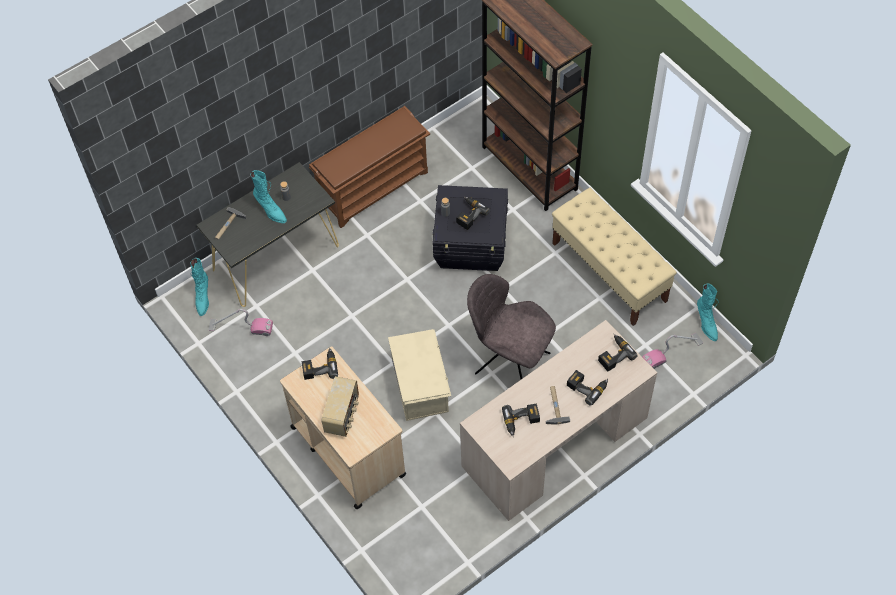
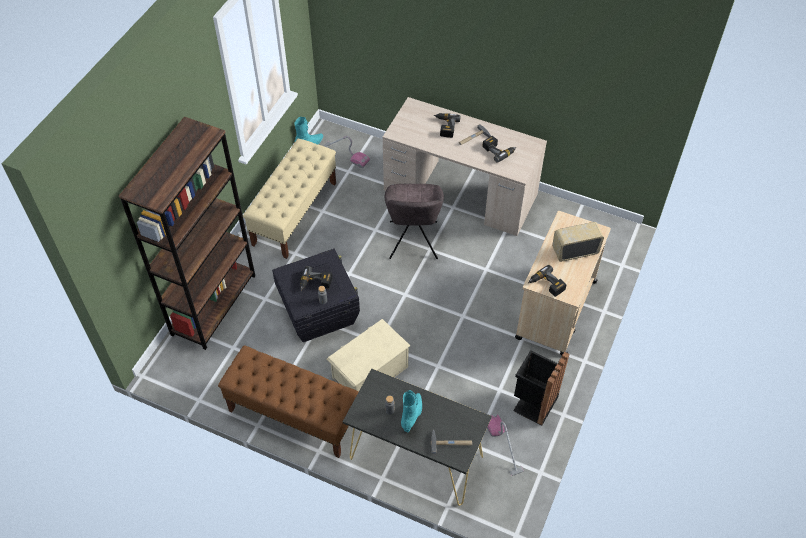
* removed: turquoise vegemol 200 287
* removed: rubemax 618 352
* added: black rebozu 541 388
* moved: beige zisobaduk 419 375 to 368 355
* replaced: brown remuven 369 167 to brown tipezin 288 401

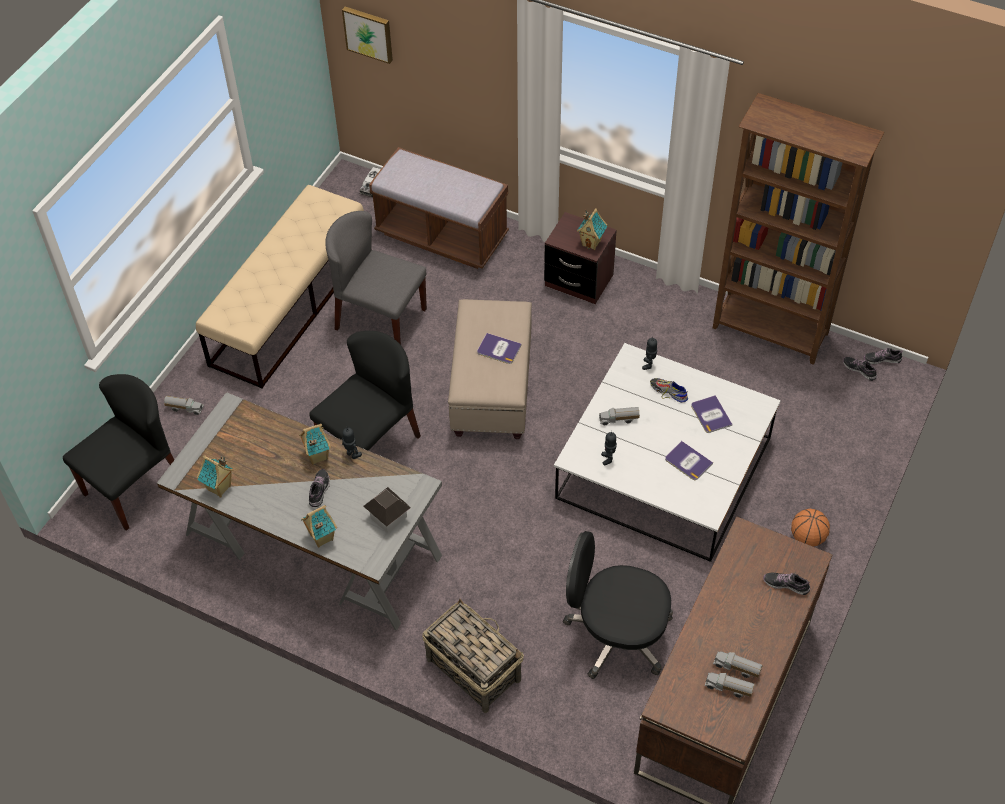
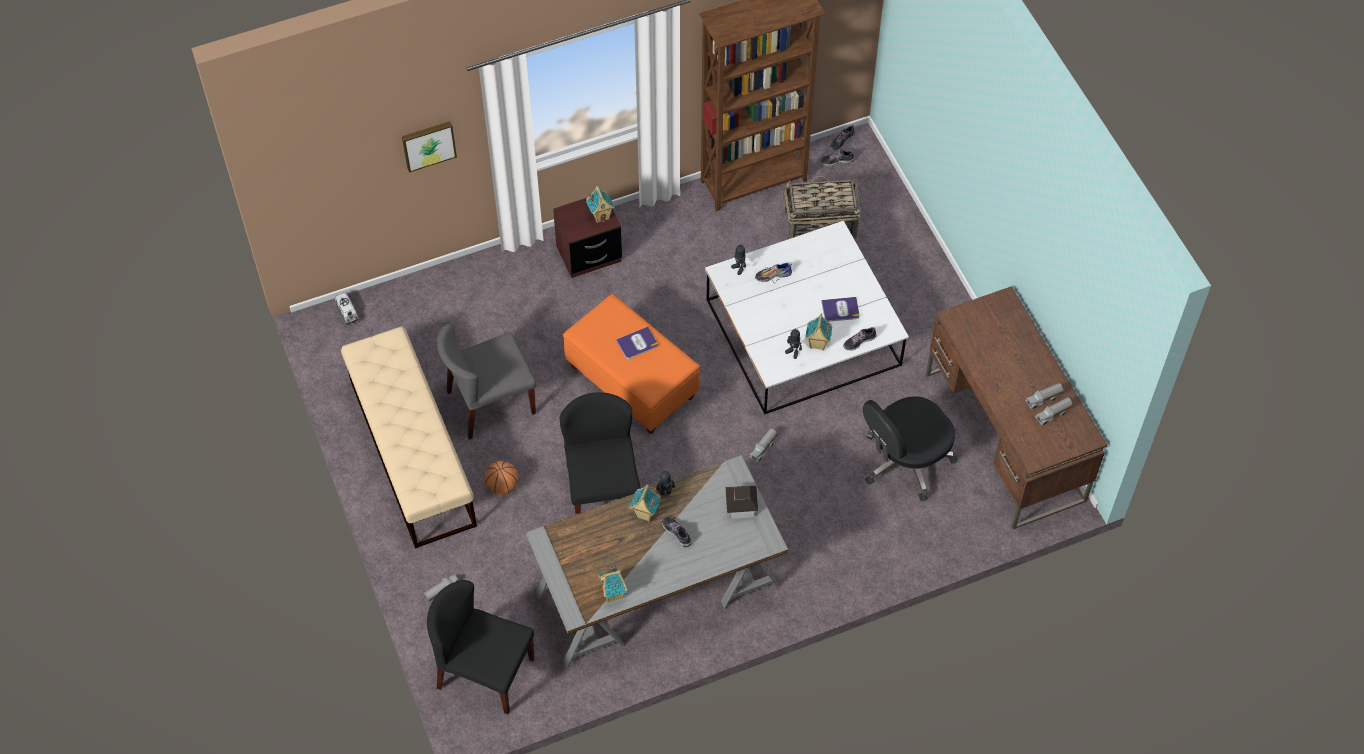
* removed: brown tipezin 439 208
* removed: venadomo 711 414
* moved: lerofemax 319 526 to 819 332
* moved: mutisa 367 35 to 429 147
* moved: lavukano 473 656 to 822 207
* moved: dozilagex 619 416 to 763 445
* moved: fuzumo 786 584 to 859 339
* moved: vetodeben 810 527 to 501 478
* recoloured: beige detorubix 490 369 to orange detorubix 631 363
* turned: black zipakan 118 452 = 480 647 60 degrees counterclockwise

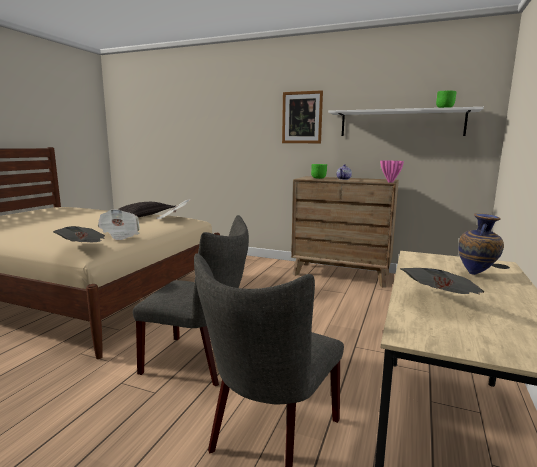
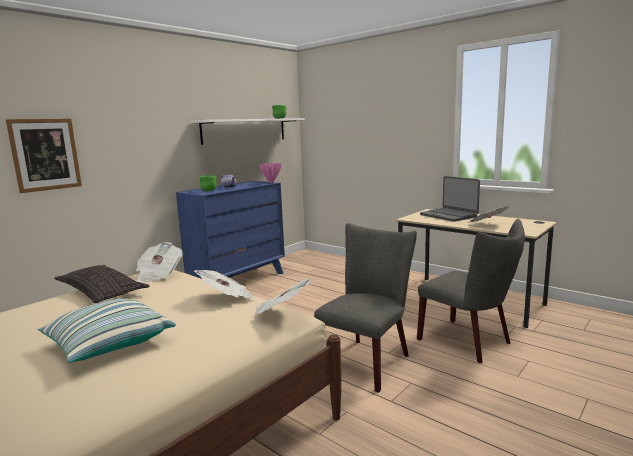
* added: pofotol 107 331
* moved: mutisa 302 116 to 44 156
* replaced: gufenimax 481 244 to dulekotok 450 199
* recoloured: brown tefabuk 345 232 to blue tefabuk 230 230

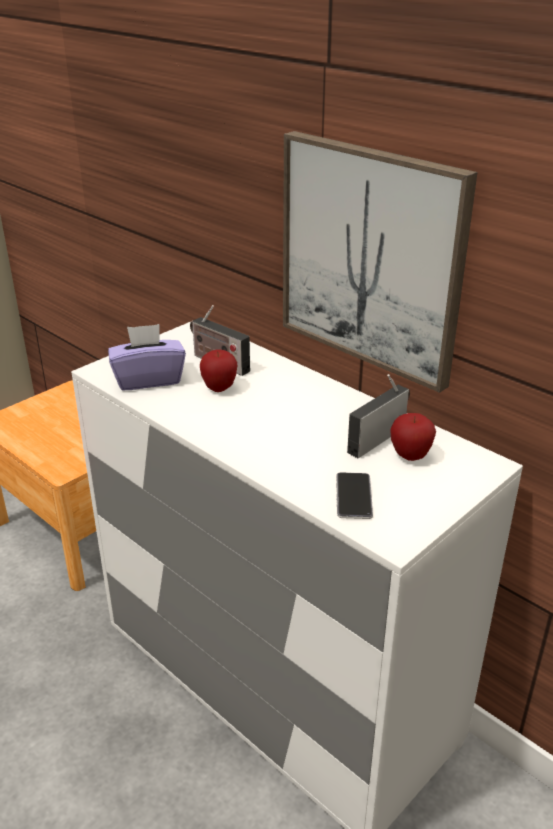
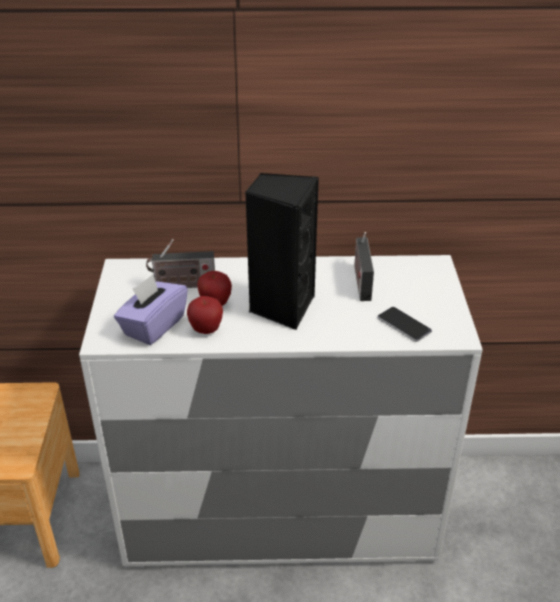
* removed: mutisa 380 262
* added: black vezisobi 282 251
* moved: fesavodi 413 437 to 205 315

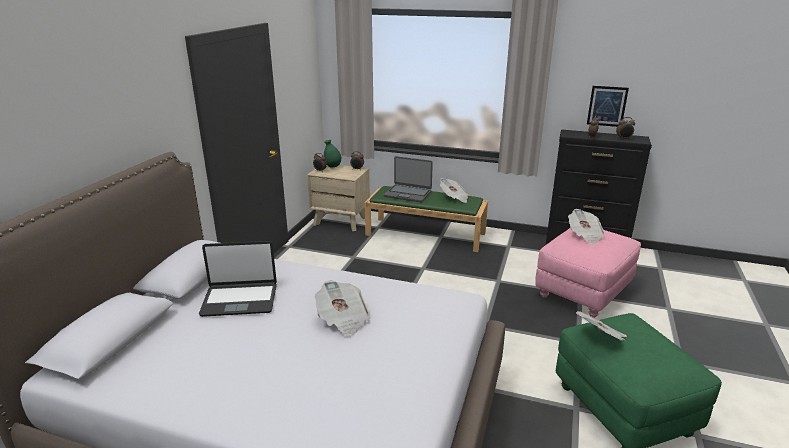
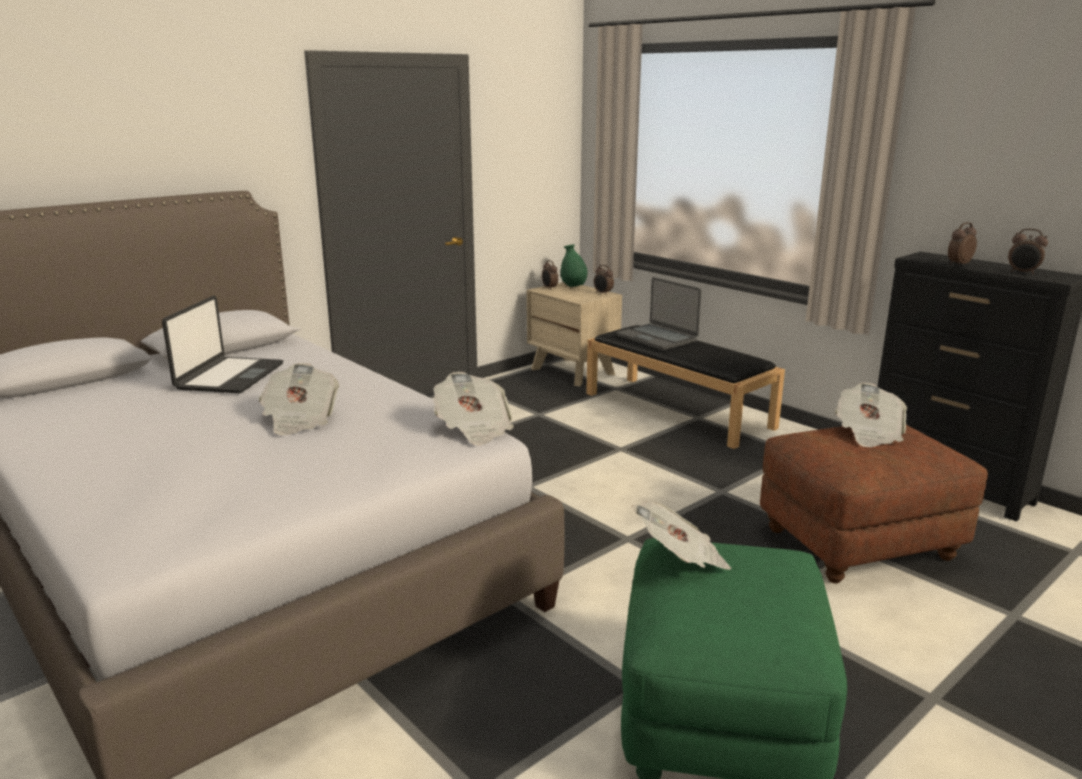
* removed: mutisa 608 106
* moved: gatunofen 454 190 to 473 409
* recoloured: green tipezin 426 219 to black tipezin 685 387
* recoloured: pink detorubix 588 273 to brown detorubix 874 504
* turned: dulekotok 238 279 = 222 344 105 degrees counterclockwise

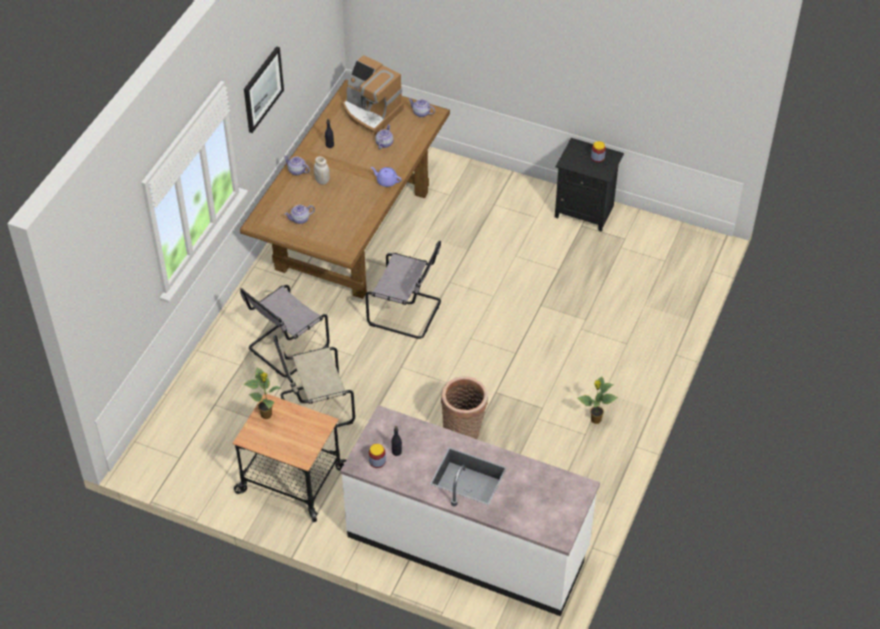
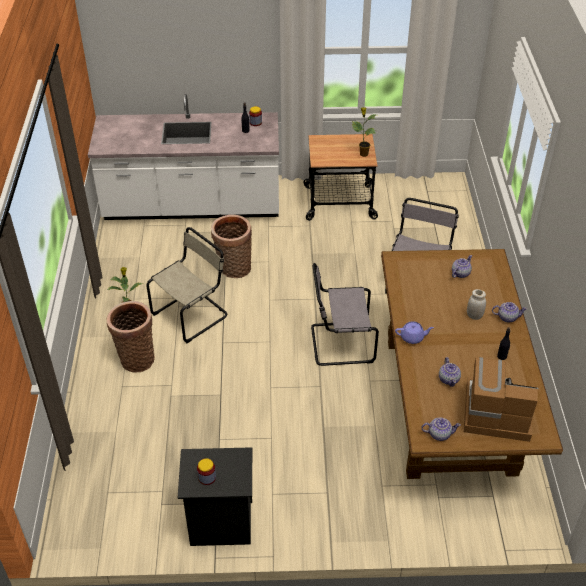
* removed: mutisa 264 89
* added: lavukano 131 337
* moved: beige zipakan 314 381 to 186 285

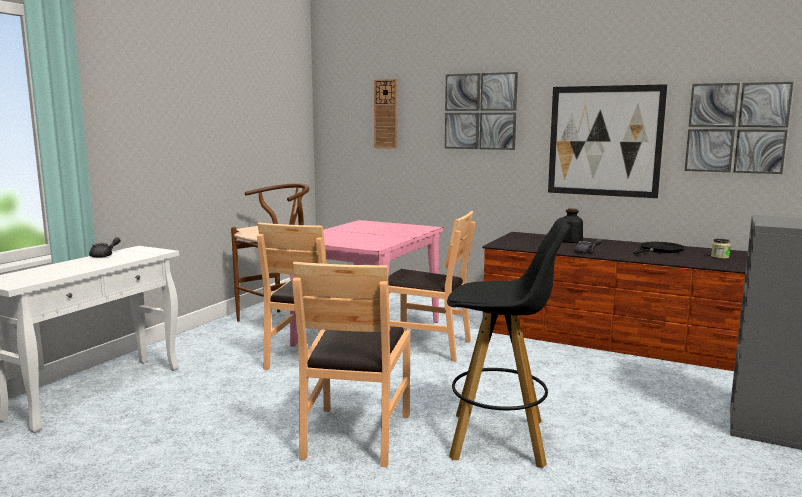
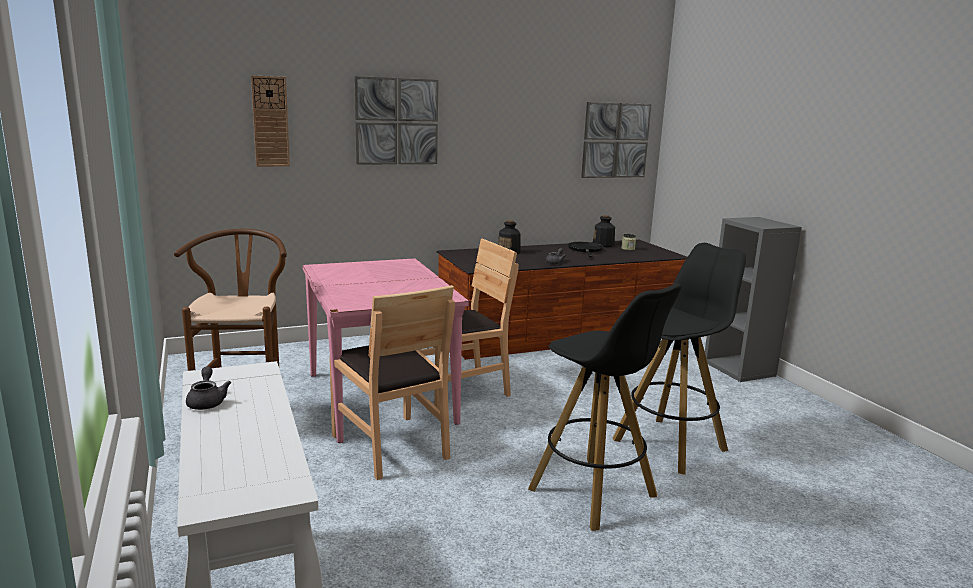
* removed: mutisa 607 141
* added: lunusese 604 231
* replaced: brown zipakan 351 364 to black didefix 605 407

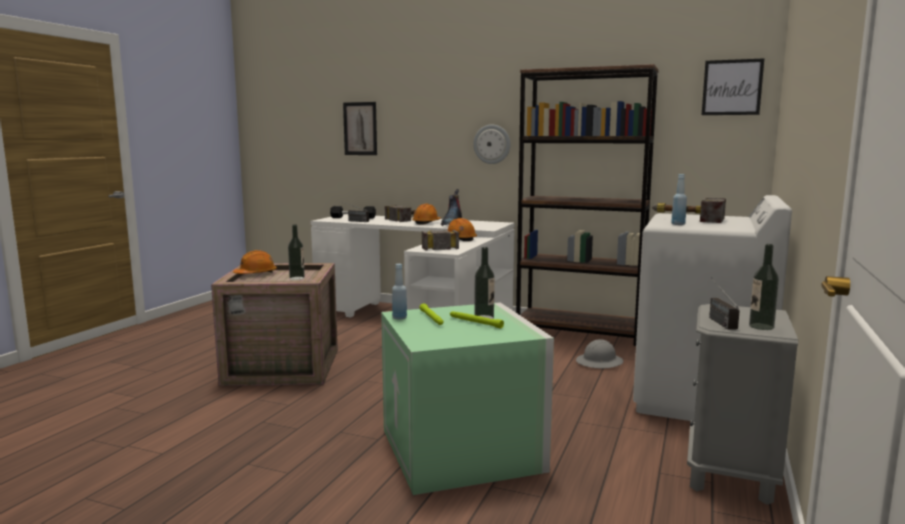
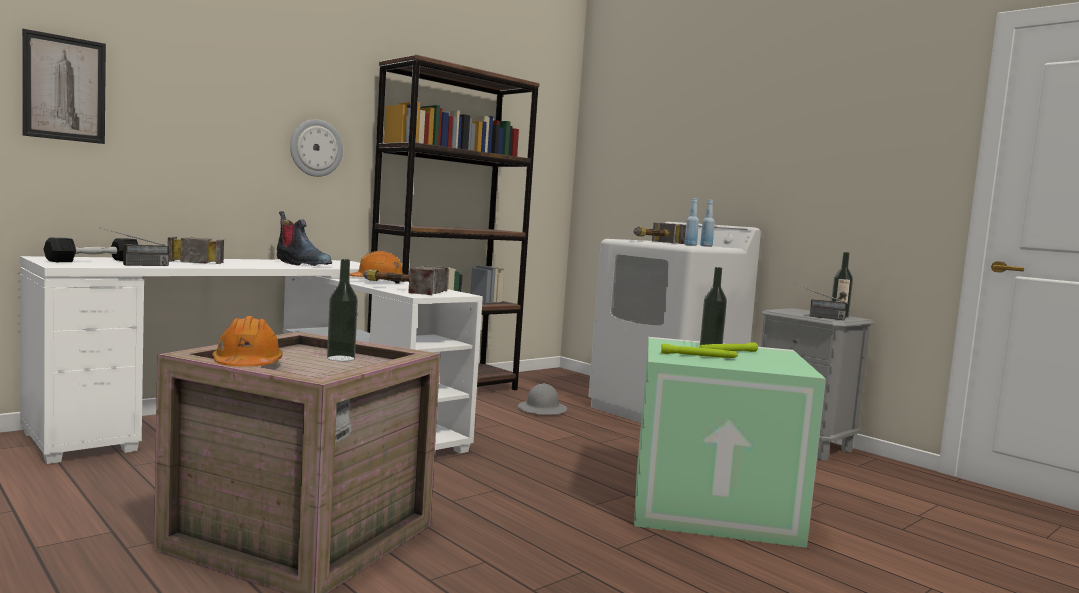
* removed: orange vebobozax 426 214
* removed: mutisa 733 86
* moved: blue lunusese 399 292 to 707 223

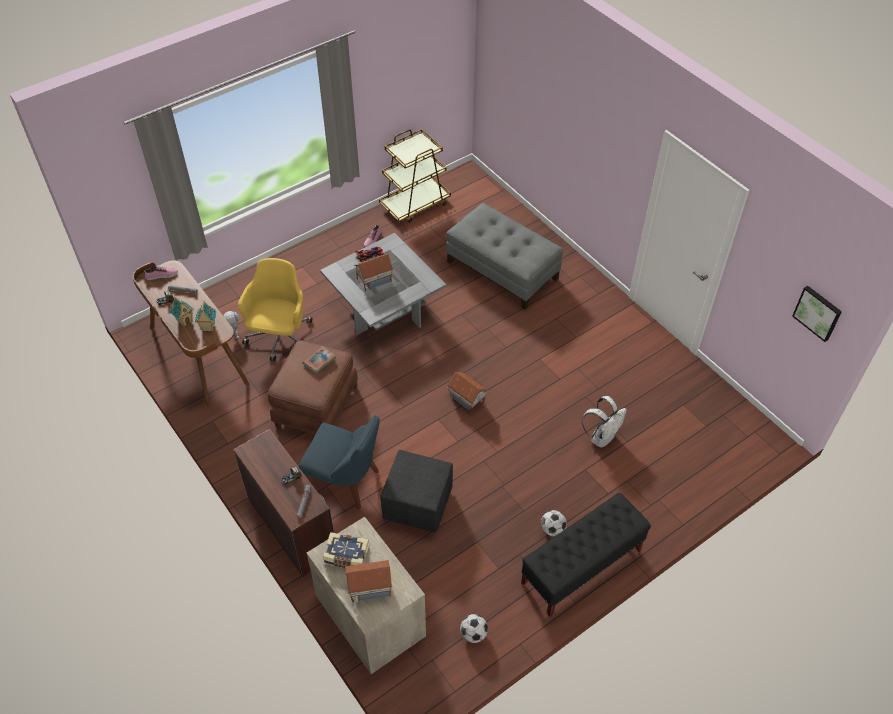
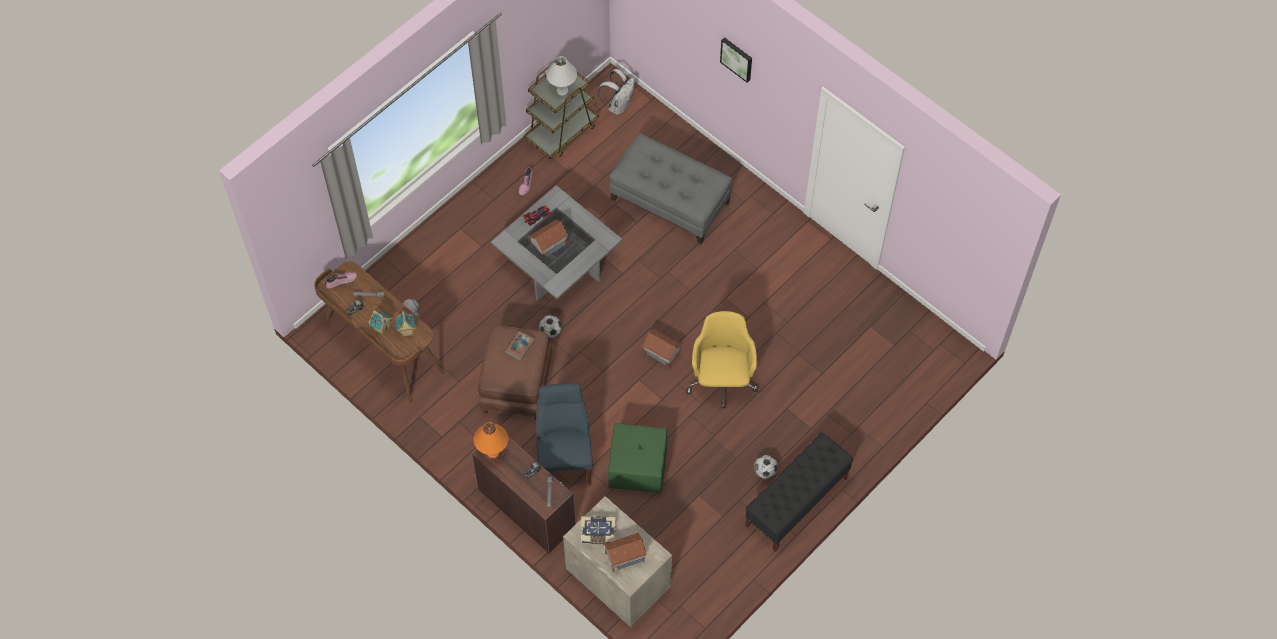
* added: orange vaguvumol 491 440
* added: white vaguvumol 561 76
* moved: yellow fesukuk 275 309 to 722 360
* moved: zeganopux 474 628 to 550 326
* moved: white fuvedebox 604 422 to 616 92
* moved: mutisa 817 314 to 736 60
* recoloured: black detorubix 416 491 to green detorubix 637 458
* turned: blue zipakan 339 462 = 564 434 105 degrees counterclockwise

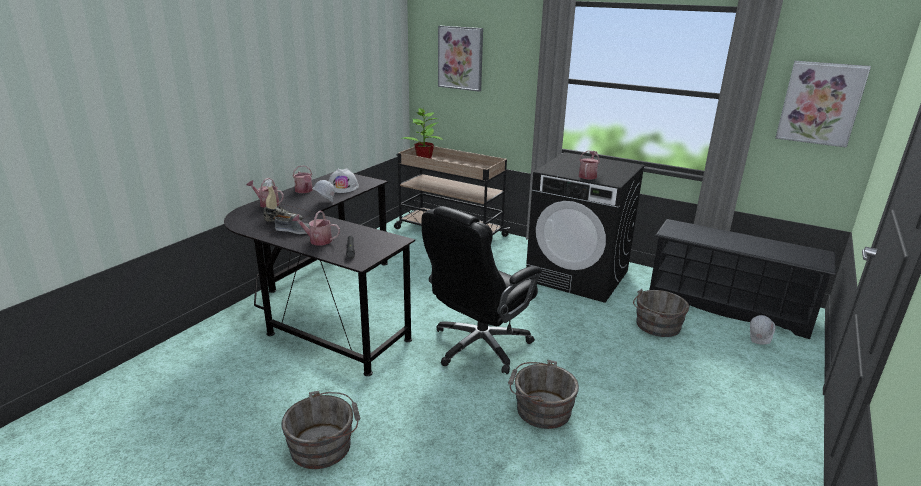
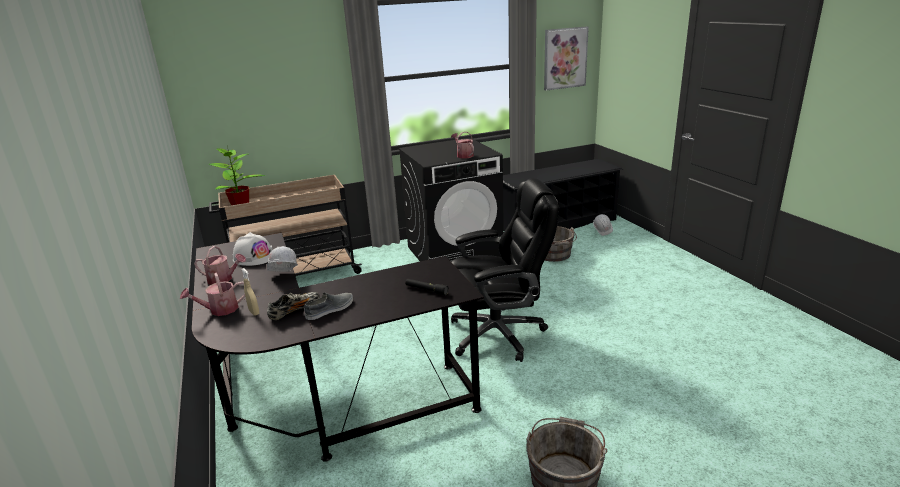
* removed: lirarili 316 227
* removed: mutisa 460 59
* removed: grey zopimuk 543 394
* turned: black fesukuk 482 290 = 505 270 90 degrees counterclockwise

